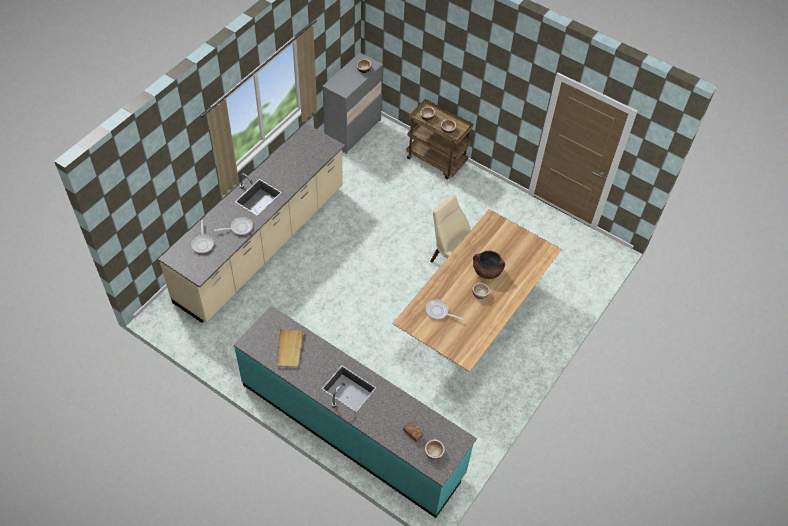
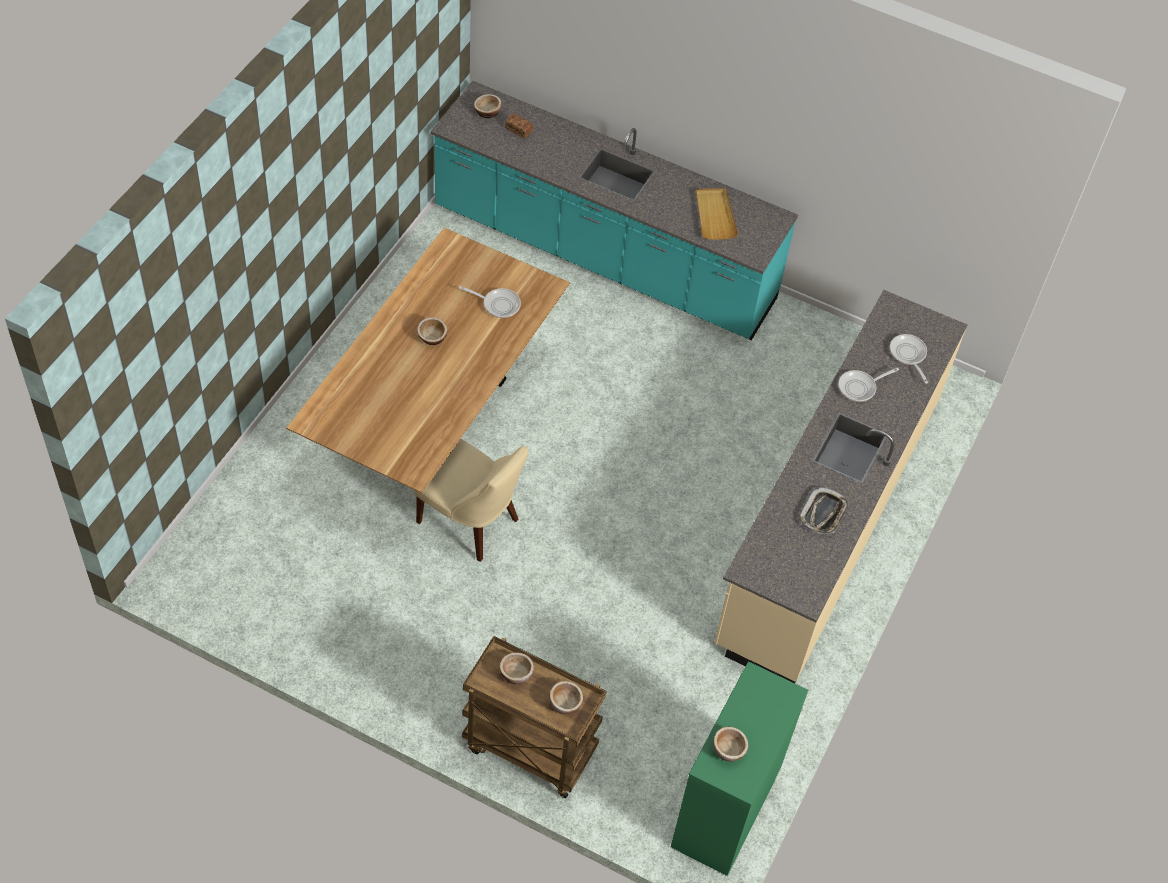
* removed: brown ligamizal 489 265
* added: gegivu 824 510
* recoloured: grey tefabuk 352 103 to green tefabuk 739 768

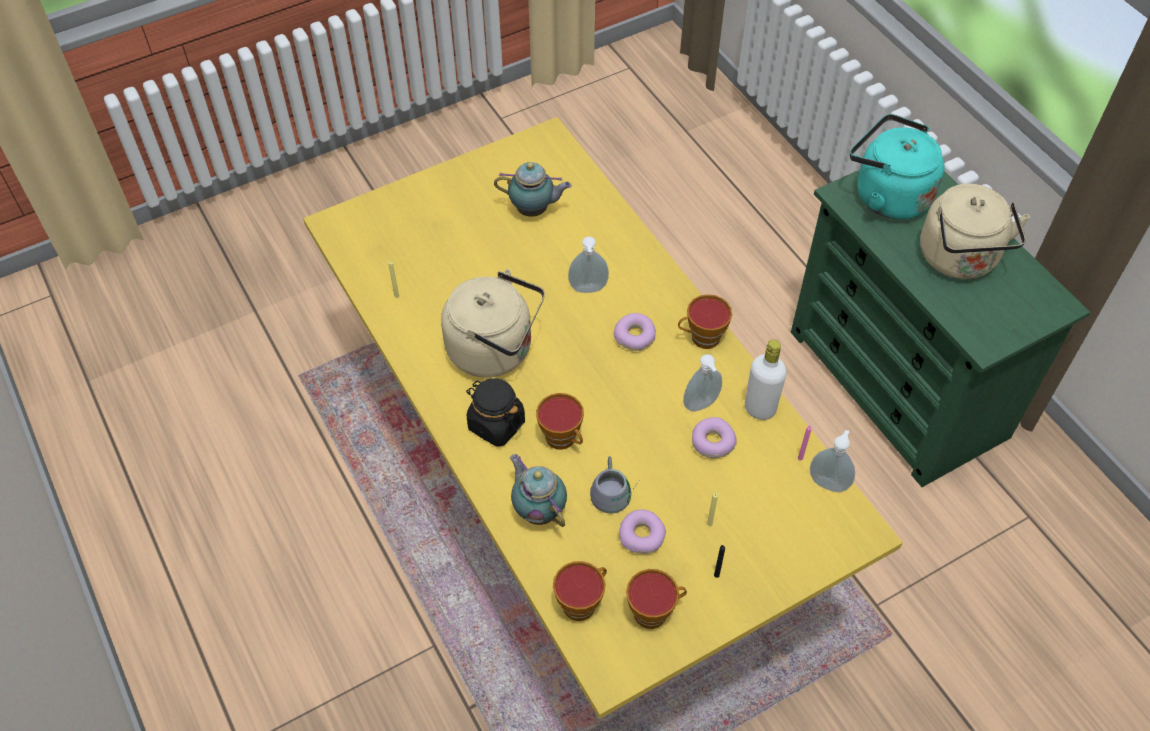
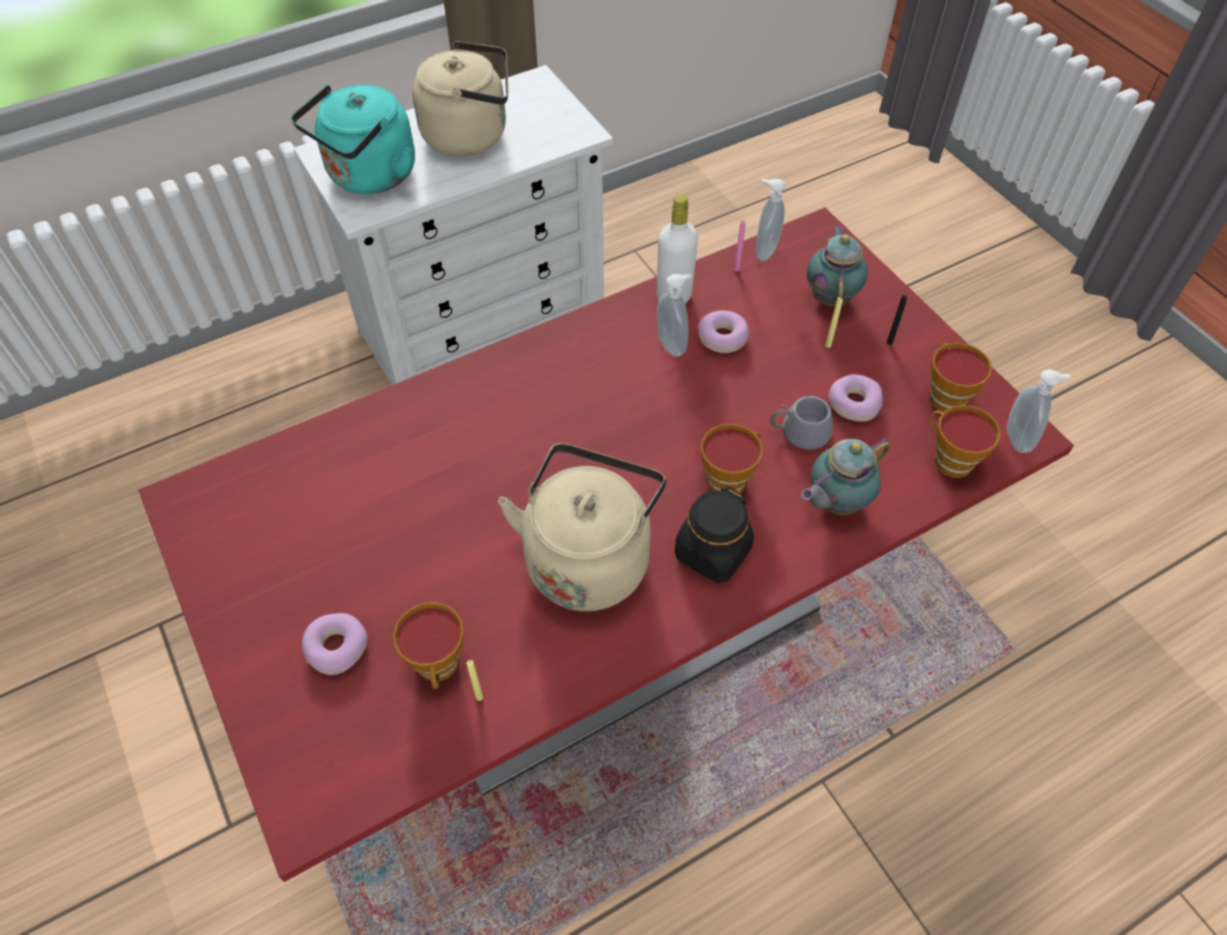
* moved: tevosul 533 189 to 837 266
* moved: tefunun 588 265 to 1038 411
* moved: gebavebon 635 332 to 335 644
* moved: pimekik 705 321 to 428 645
* recoloured: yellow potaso 603 418 to red potaso 606 544
* recoloured: green tefabuk 940 328 to white tefabuk 453 225

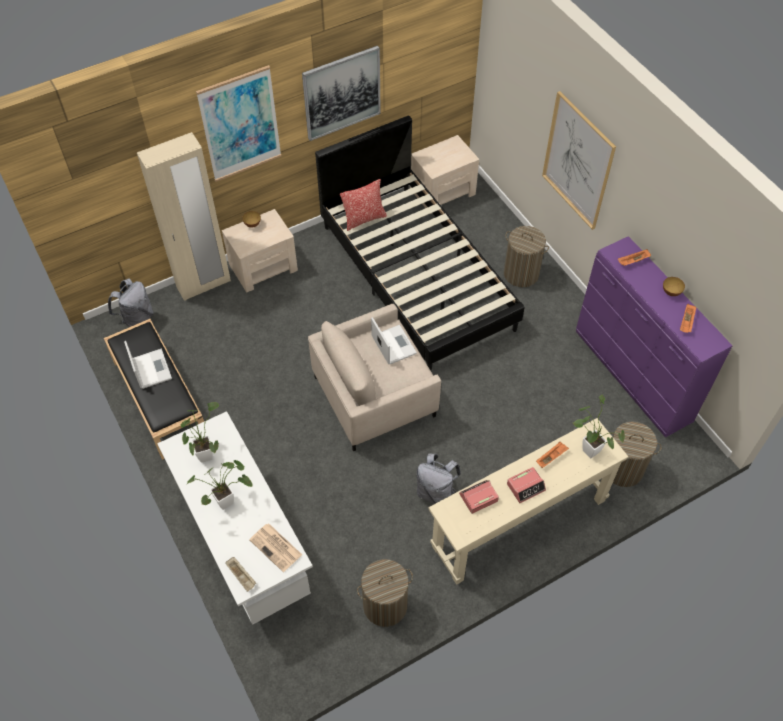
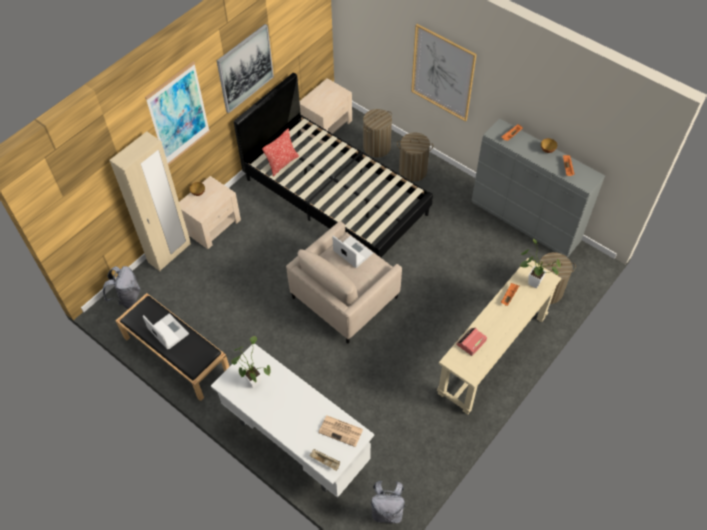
* removed: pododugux 219 485
* removed: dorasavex 526 485
* moved: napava 385 593 to 377 133
* moved: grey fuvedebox 439 478 to 387 502
* recoloured: purple tefabuk 654 336 to grey tefabuk 538 188

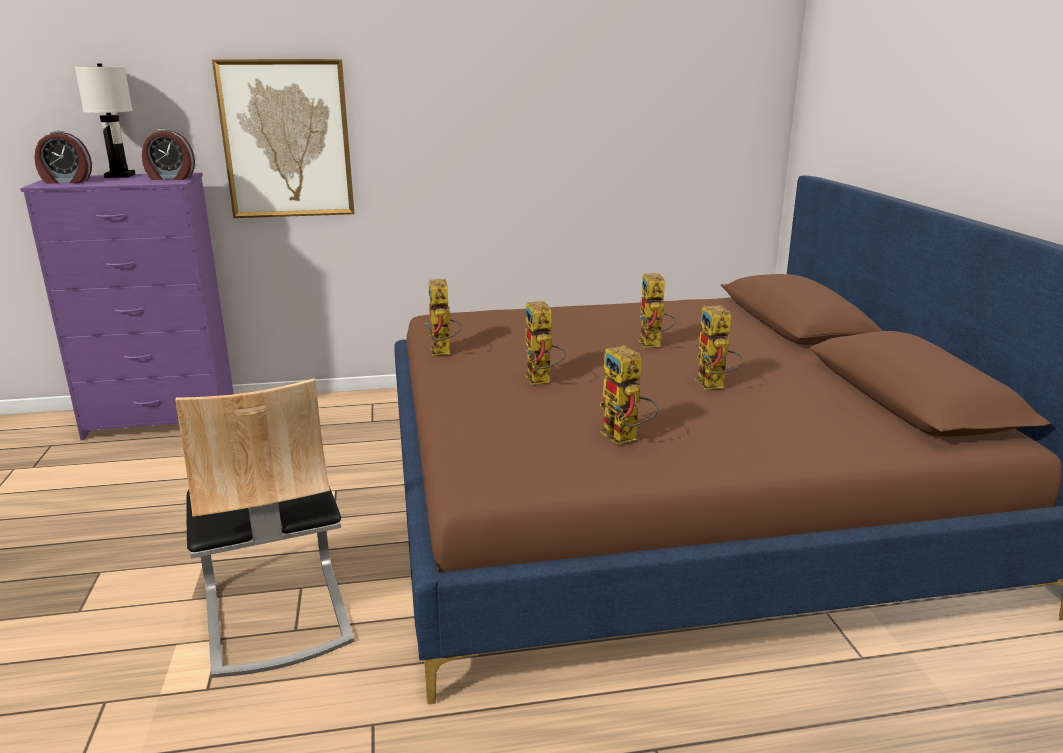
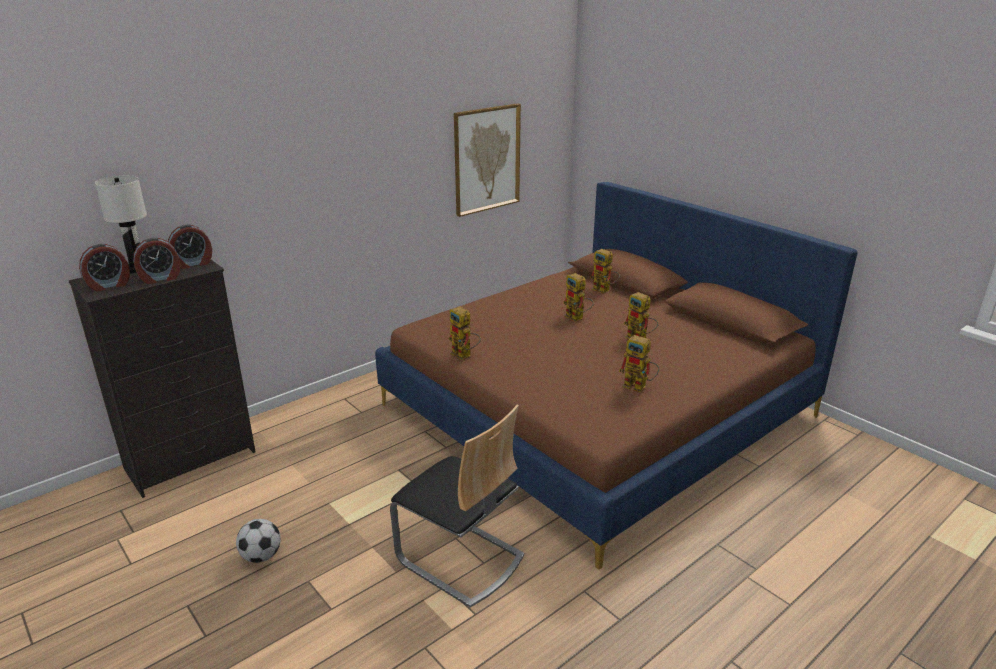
* added: dorasavex 156 261
* added: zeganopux 258 541
* moved: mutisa 283 138 to 487 160
* moved: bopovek 545 343 to 605 271
* recoloured: purple tefabuk 127 306 to black tefabuk 162 379

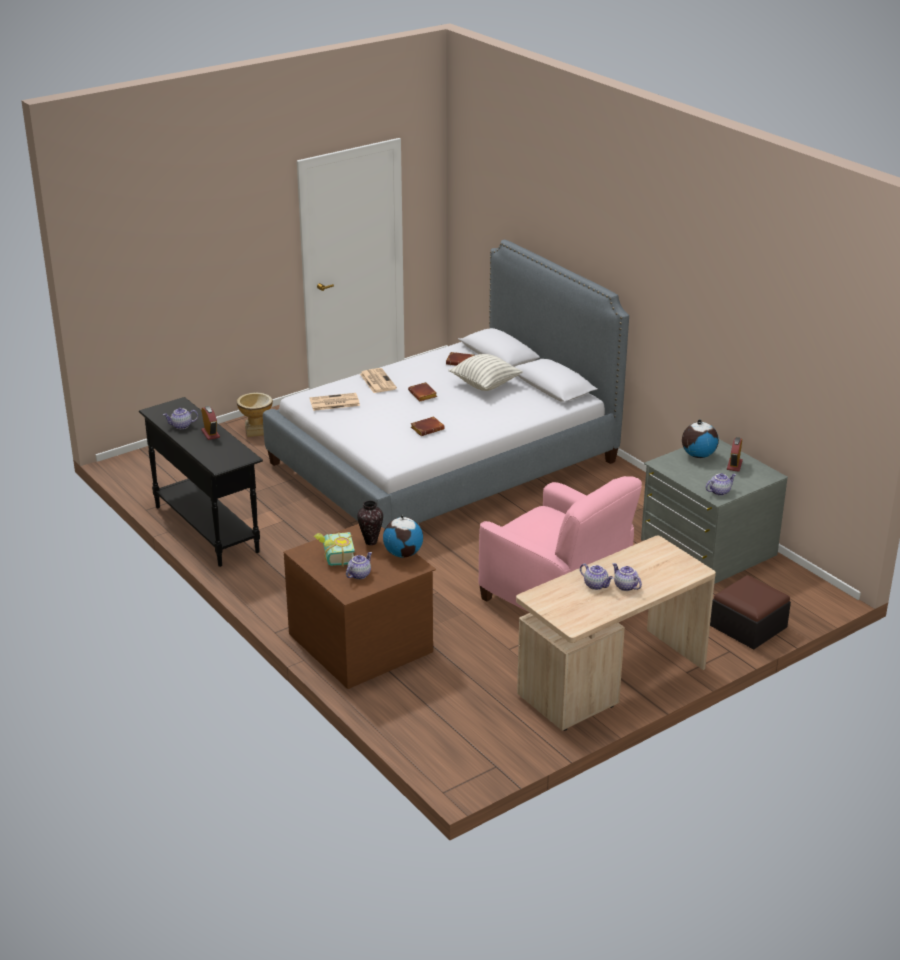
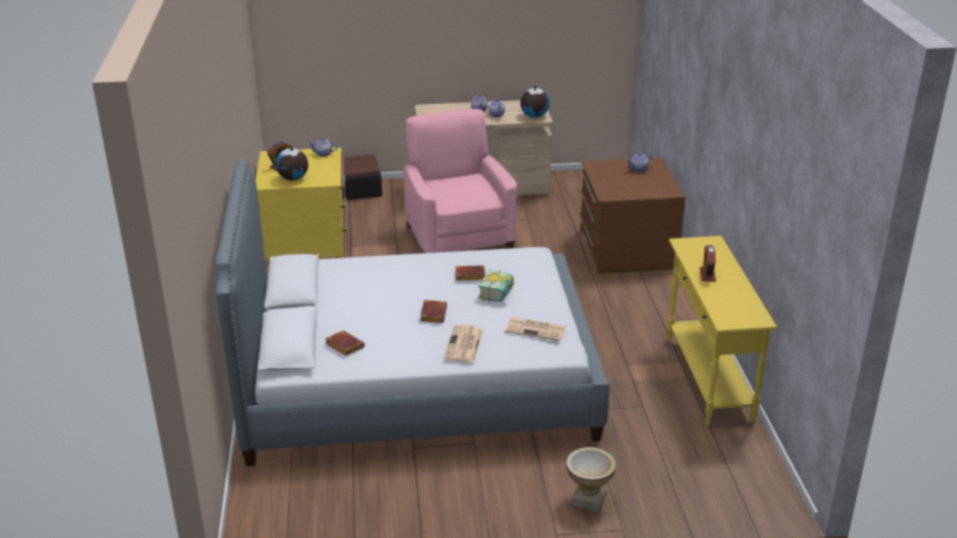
* removed: tevosul 180 418
* removed: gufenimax 370 522
* removed: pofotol 485 372
* moved: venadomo 334 549 to 496 286
* moved: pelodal 403 536 to 535 101
* recoloured: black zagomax 201 482 to yellow zagomax 722 331
* recoloured: grey tefabuk 714 511 to yellow tefabuk 301 204

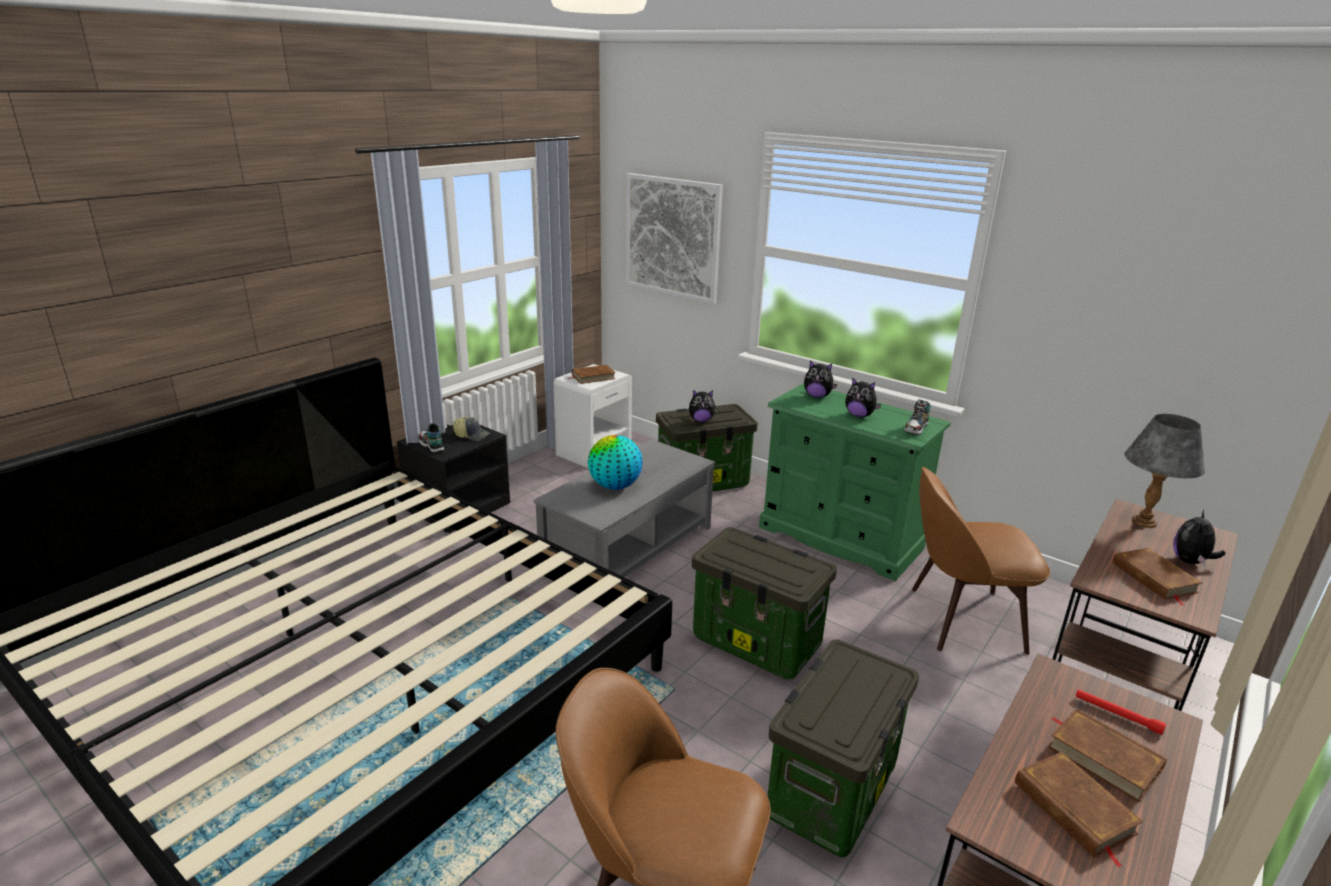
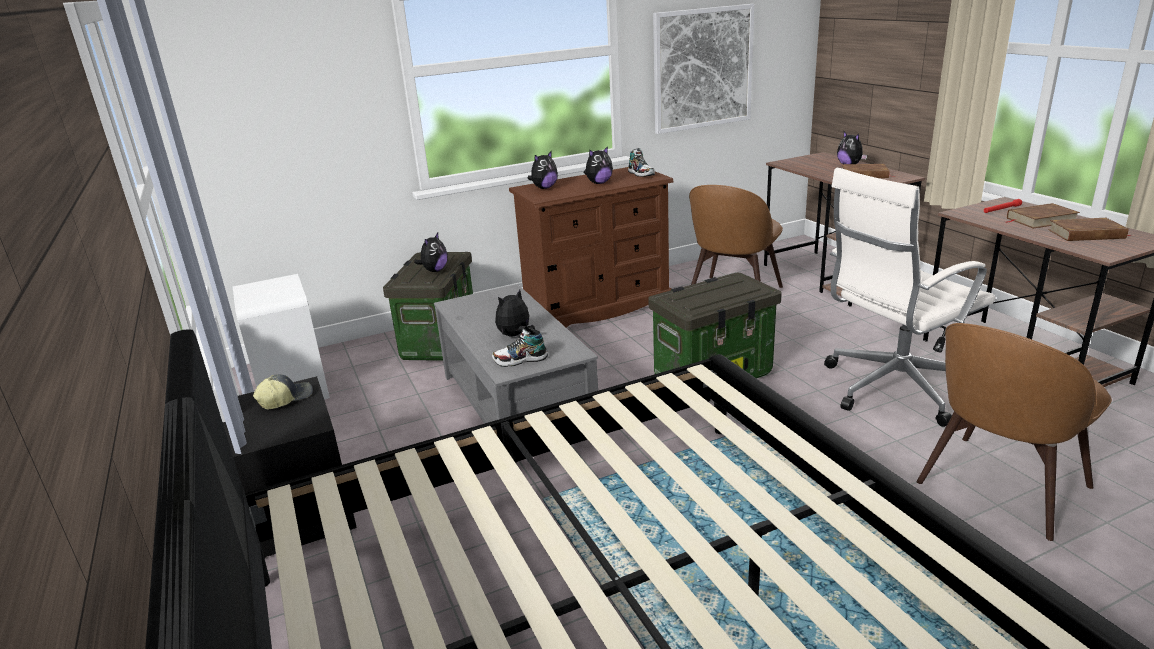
* removed: brown venadomo 591 374
* removed: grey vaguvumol 1165 471
* moved: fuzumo 431 438 to 520 347
* moved: mutisa 674 238 to 703 69
* replaced: pelodal 615 462 to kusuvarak 515 313
* replaced: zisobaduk 843 748 to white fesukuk 909 297
* recoloured: green tefabuk 855 482 to brown tefabuk 591 247

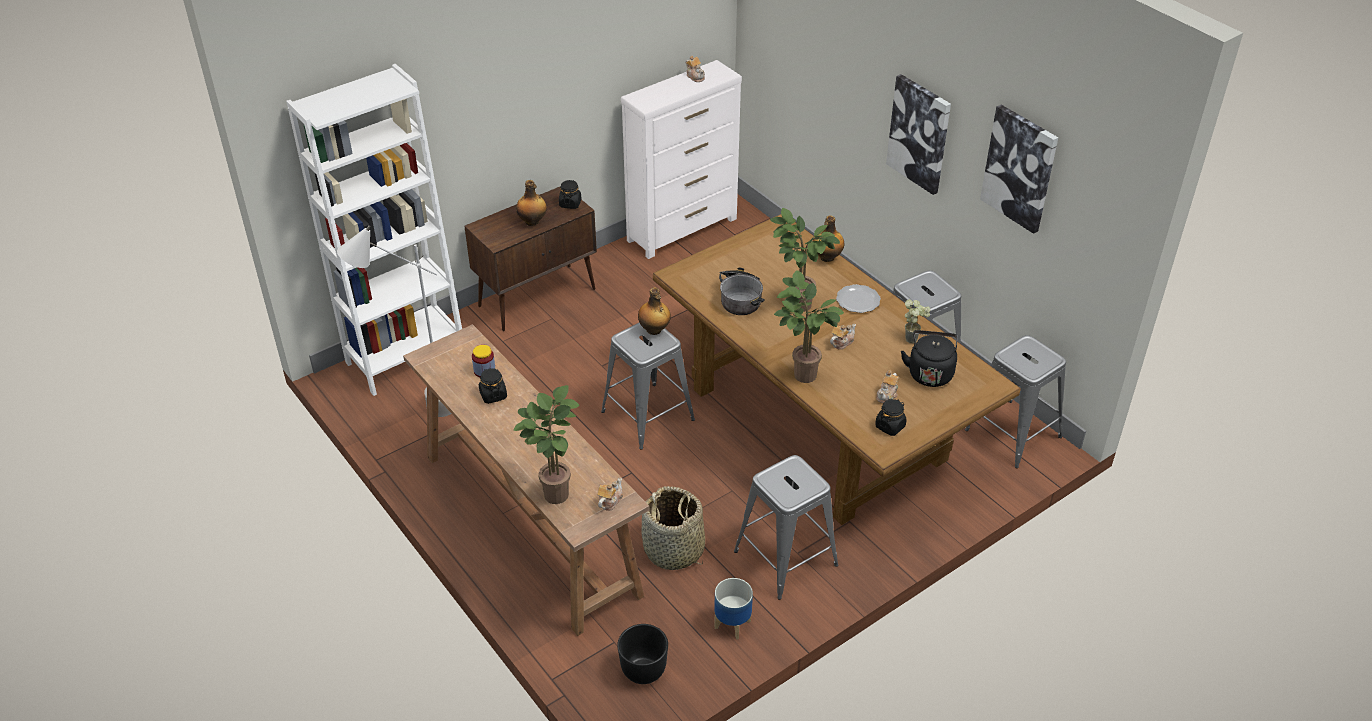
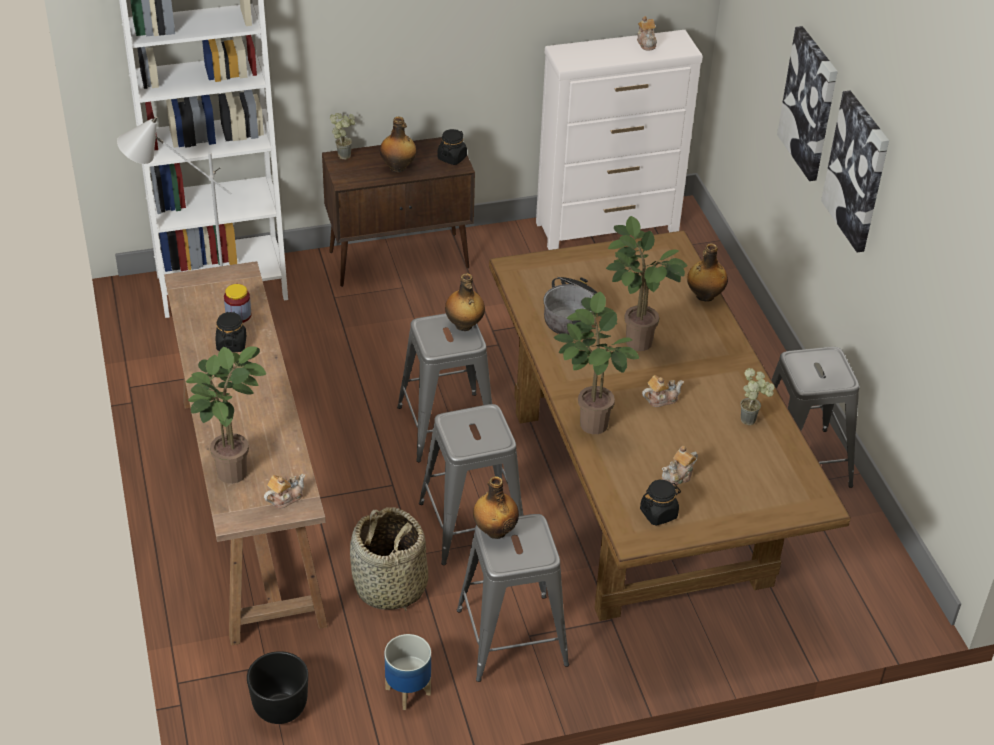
* removed: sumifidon 858 298
* removed: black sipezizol 929 358
* added: pododugux 342 136
* added: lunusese 496 507
* moved: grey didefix 1015 401 to 471 484
* moved: mutisa 1019 169 to 807 103

